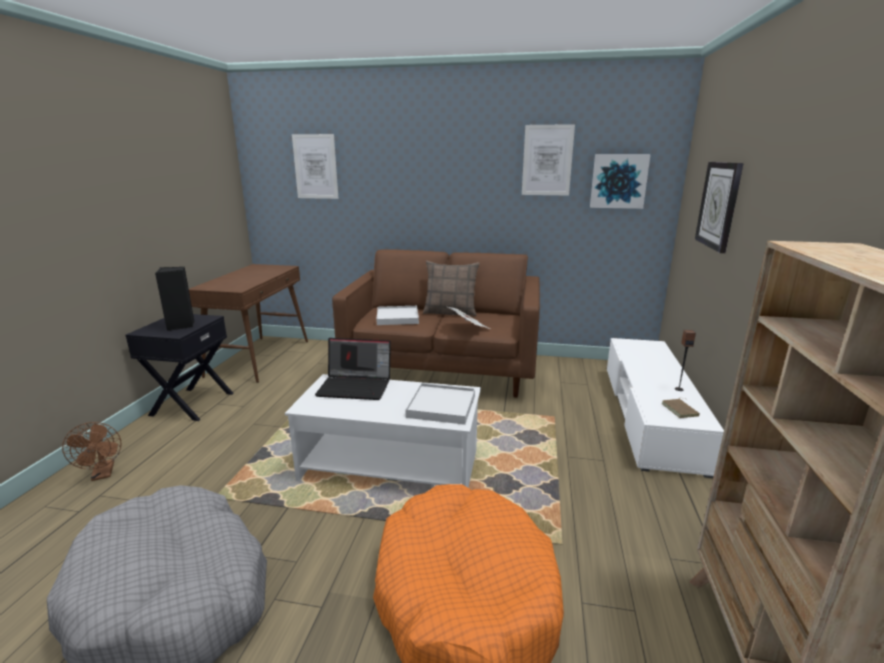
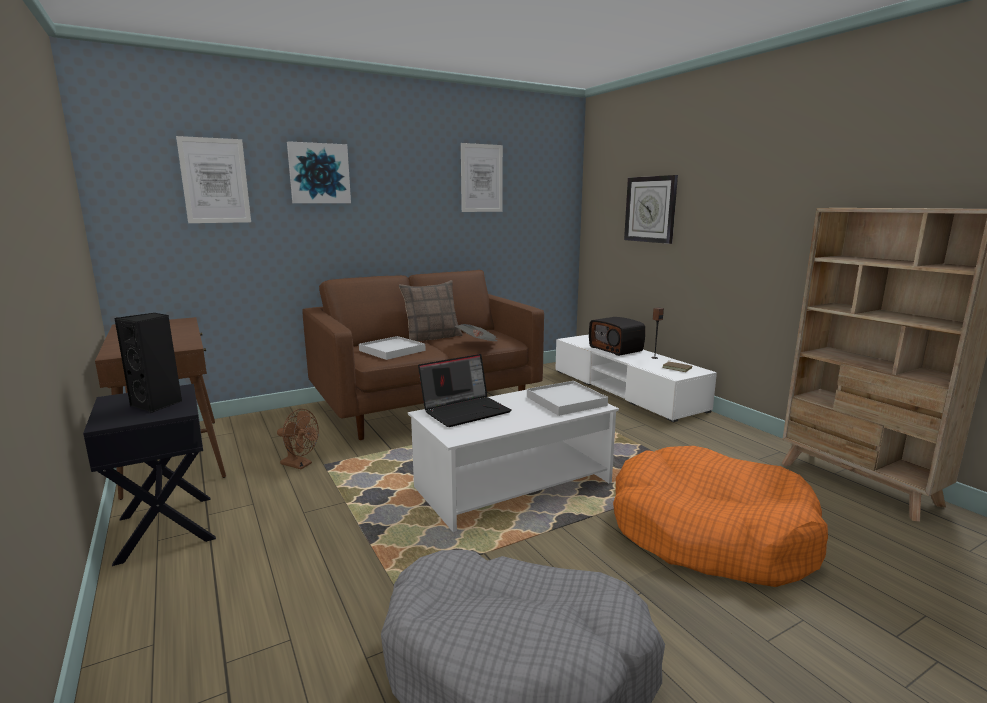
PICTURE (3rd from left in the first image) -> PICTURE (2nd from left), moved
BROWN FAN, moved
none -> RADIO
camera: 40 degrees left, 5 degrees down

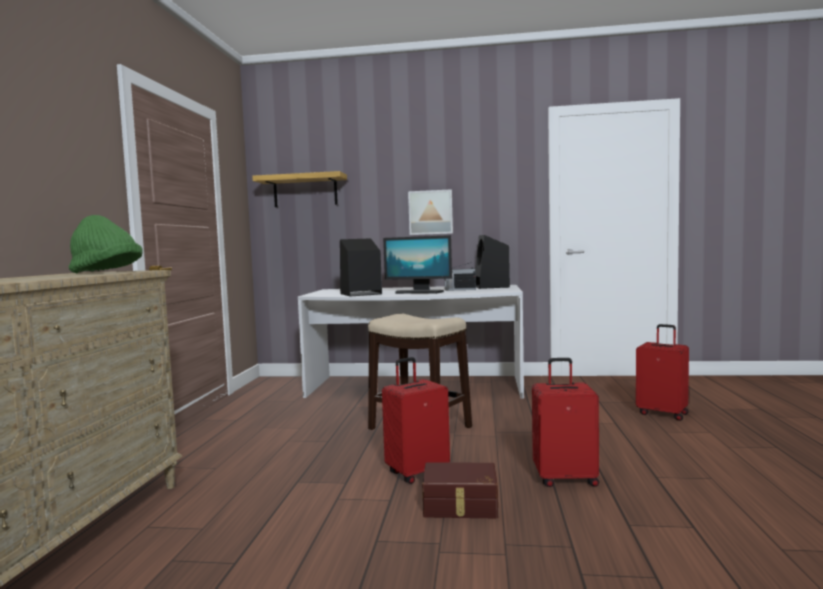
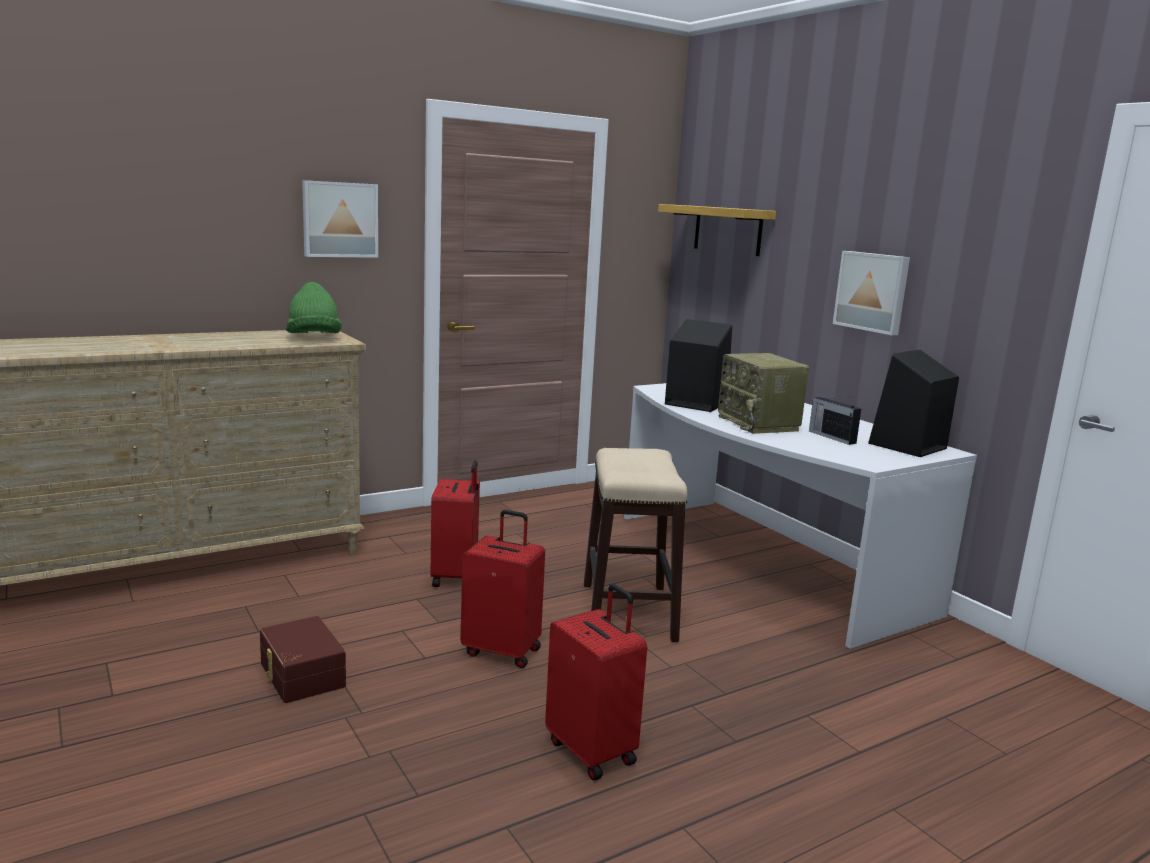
MONITOR -> RADIO (1st from left)
RED SUITCASE (3rd from left in the first image) -> RED SUITCASE (1st from left), moved
BROWN STORAGE BOX, moved
none -> PICTURE (1st from left)
camera: 50 degrees right, 10 degrees up

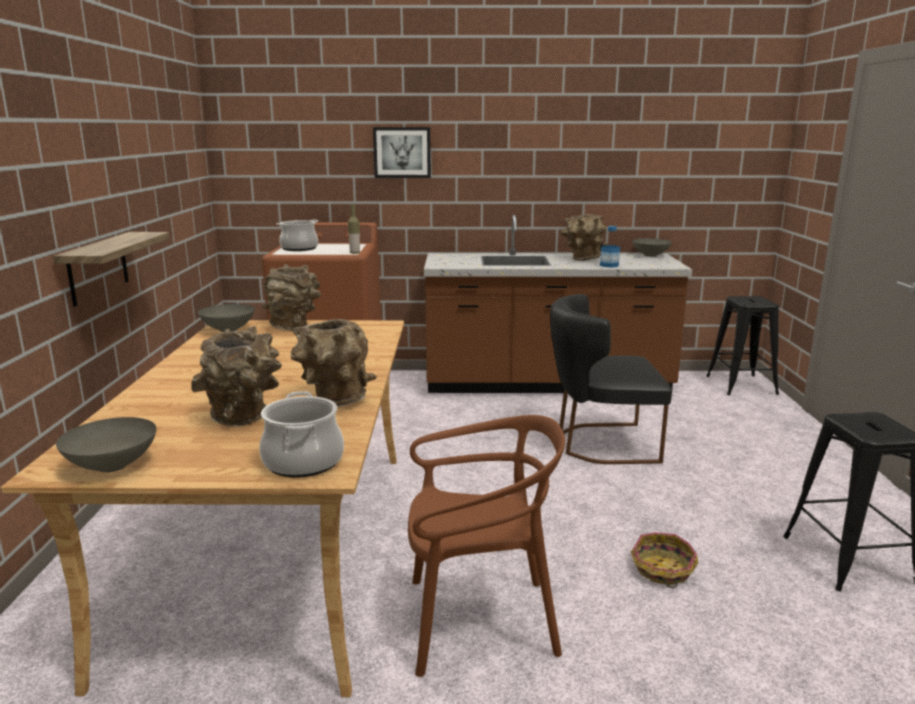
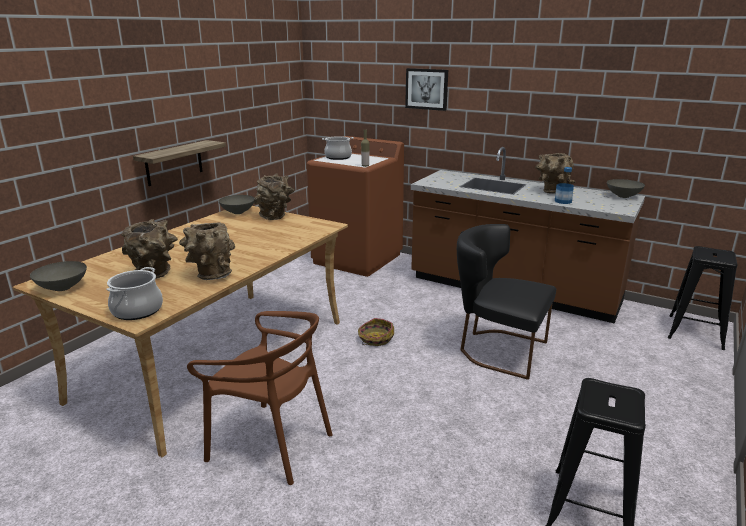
BASKET, moved
camera: 30 degrees right, 5 degrees up

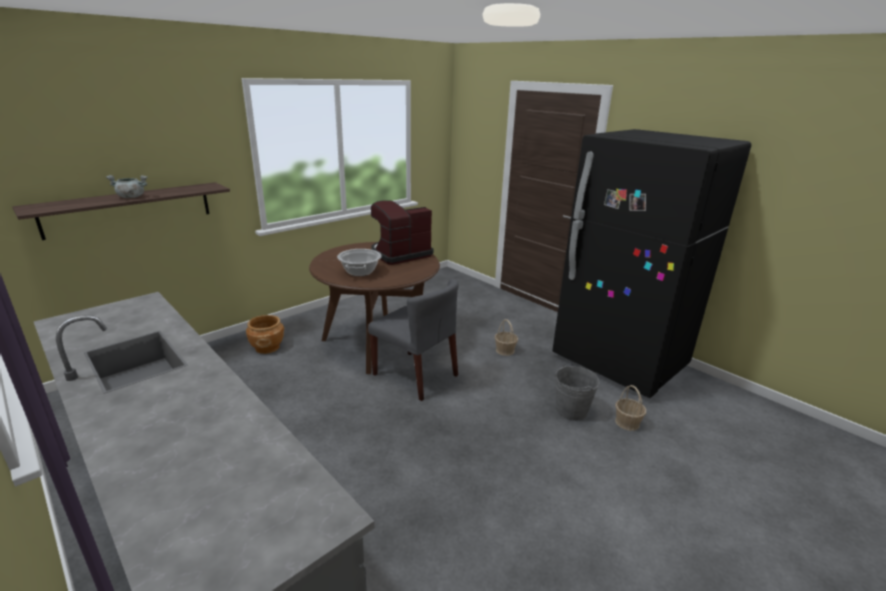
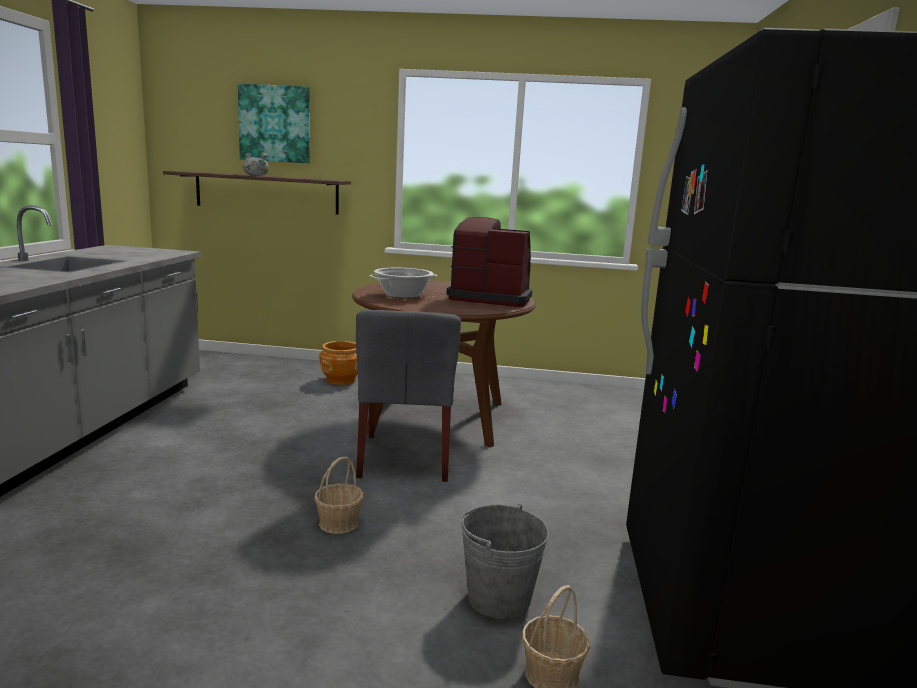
BASKET (1st from left), moved
none -> PICTURE
camera: 50 degrees right, 10 degrees down

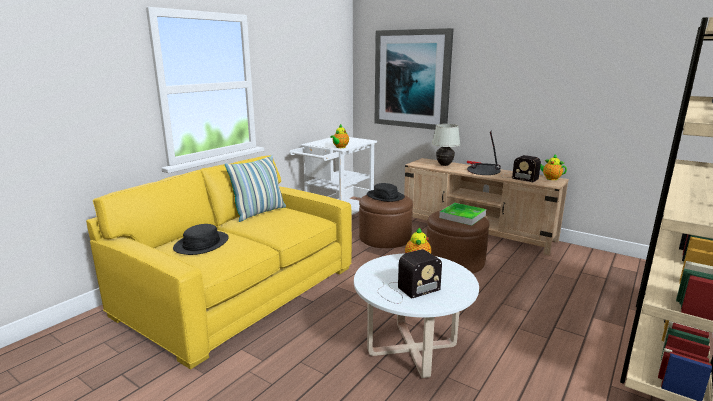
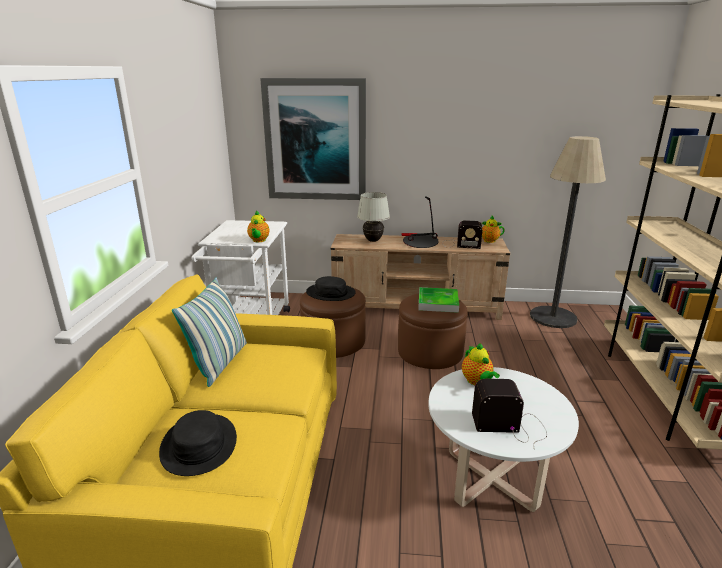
RADIO (1st from left in the first image) -> RADIO (2nd from left), 120 degrees counterclockwise
none -> FLOOR LAMP
camera: 30 degrees left, 5 degrees up

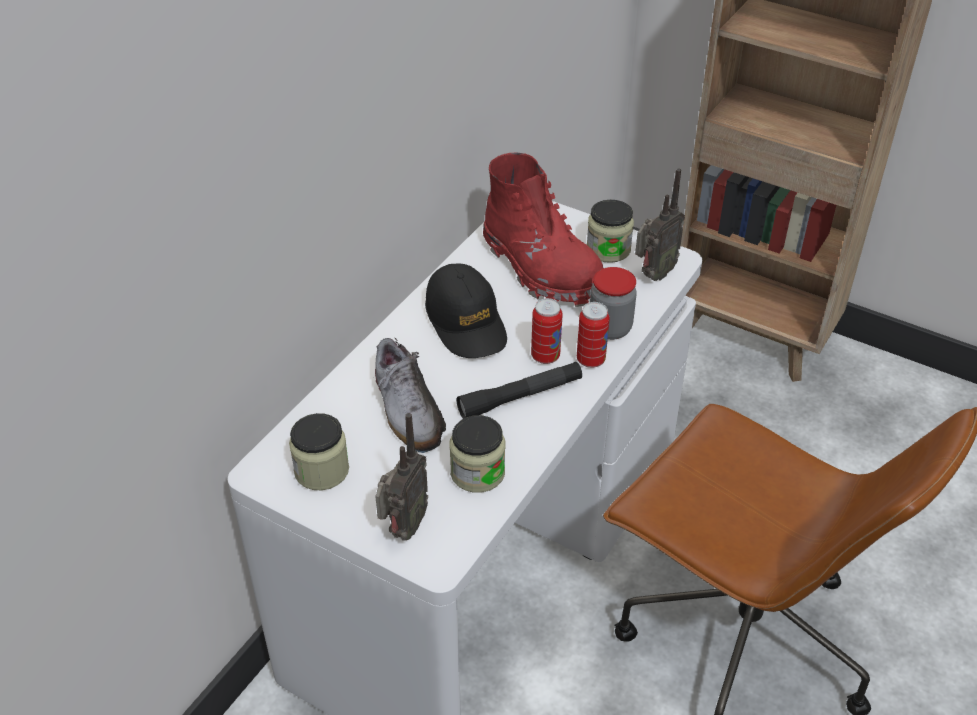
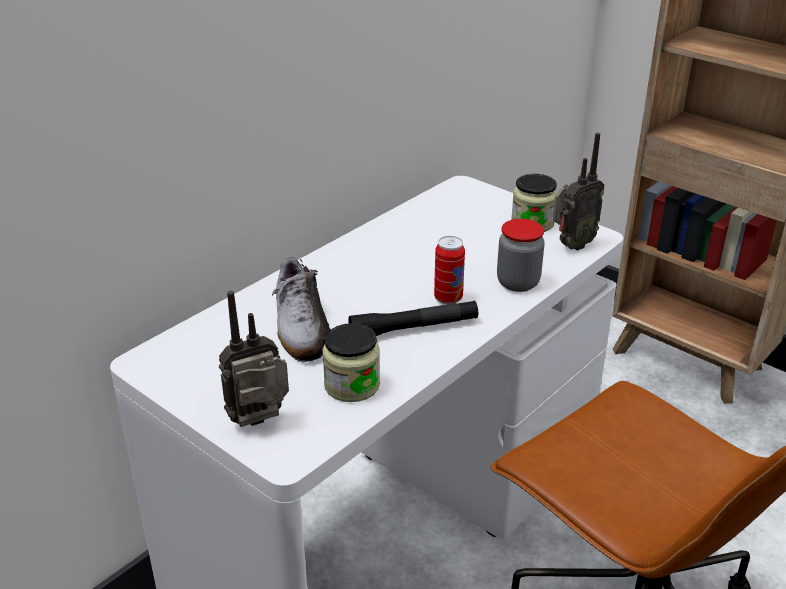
RED BOOT -> none
BLACK CAP -> none
CAN (2nd from left) -> none
JAR (1st from left) -> none
RADIO (1st from left), 150 degrees counterclockwise
camera: 10 degrees right, 10 degrees down

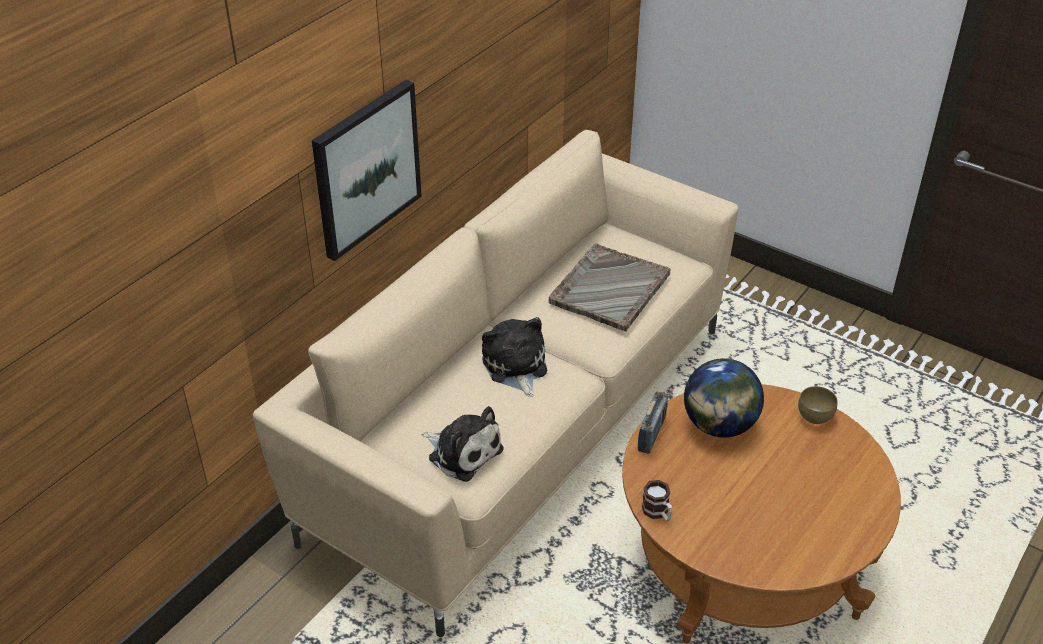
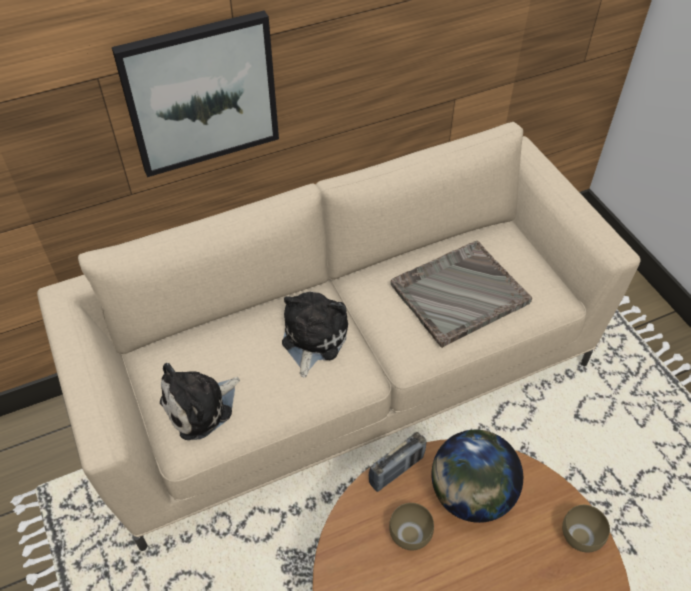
PLUSH TOY (1st from left), 75 degrees clockwise
MUG -> none
none -> BROWN BOWL (1st from left)
camera: 30 degrees right, 10 degrees up

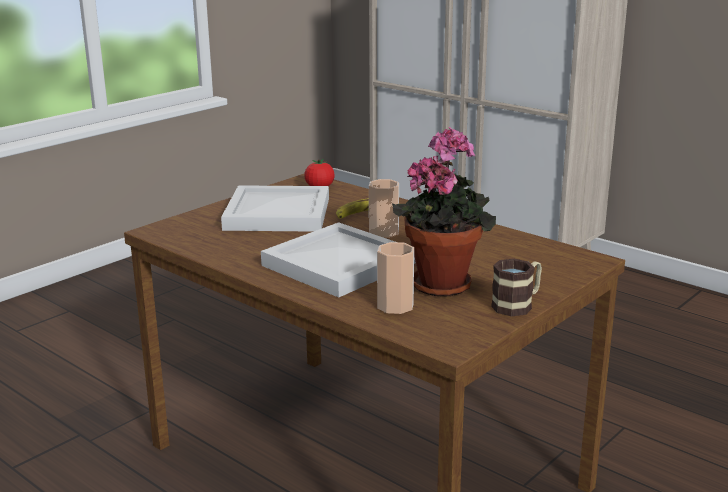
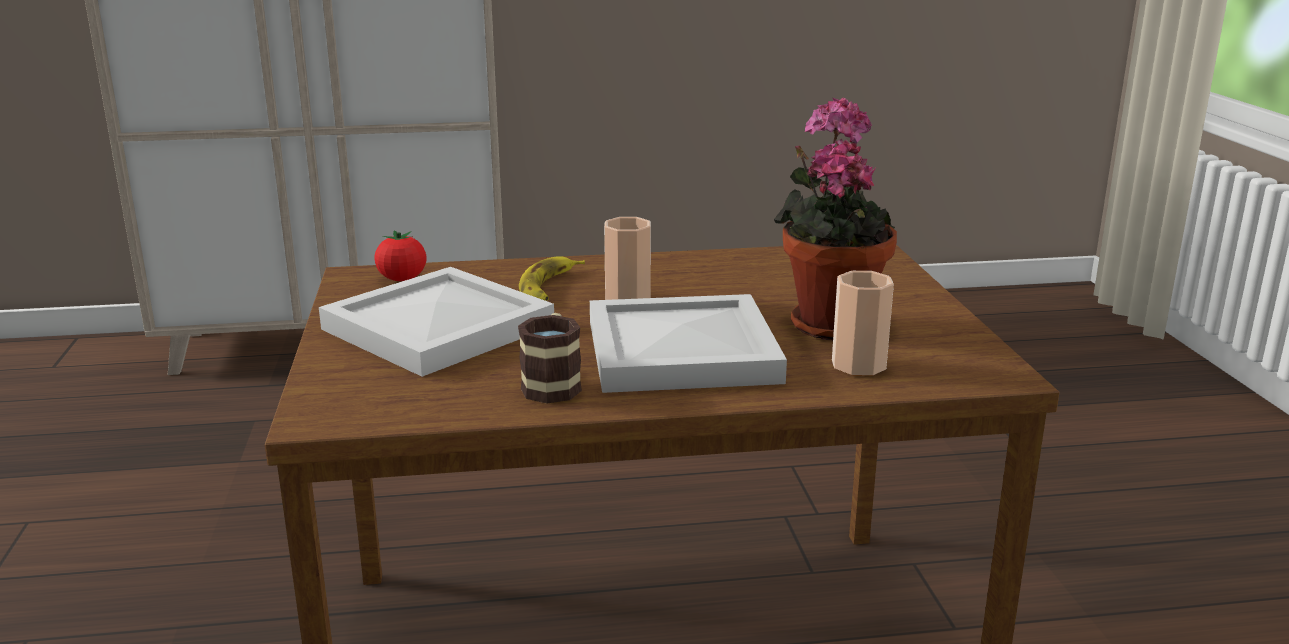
MUG, moved
camera: 50 degrees left, 0 degrees up

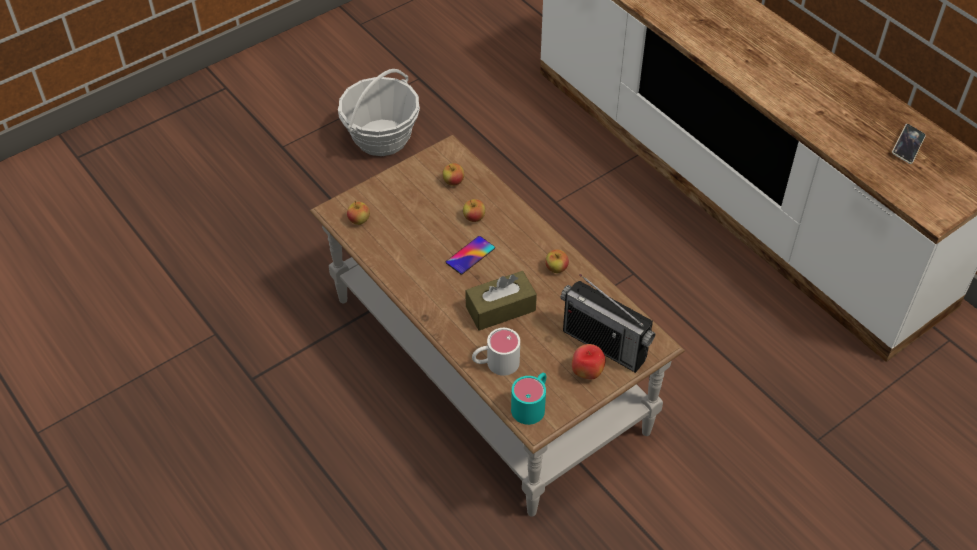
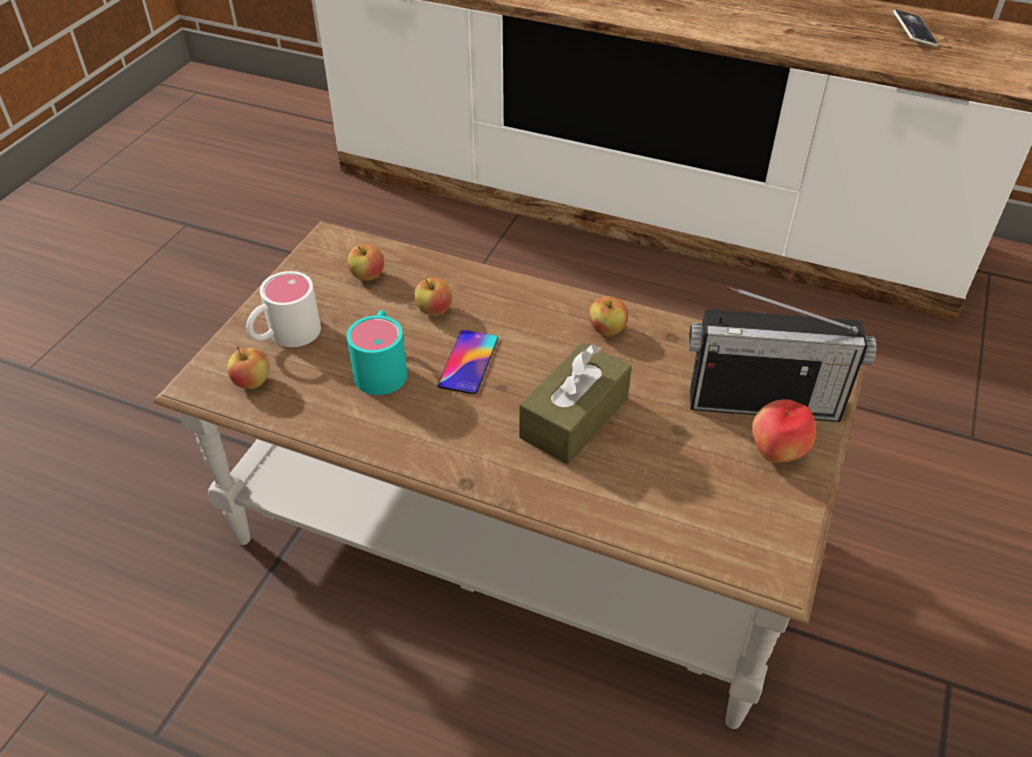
BASKET -> none
WHITE MUG, moved
TURQUOISE MUG, moved
camera: 30 degrees left, 5 degrees down

